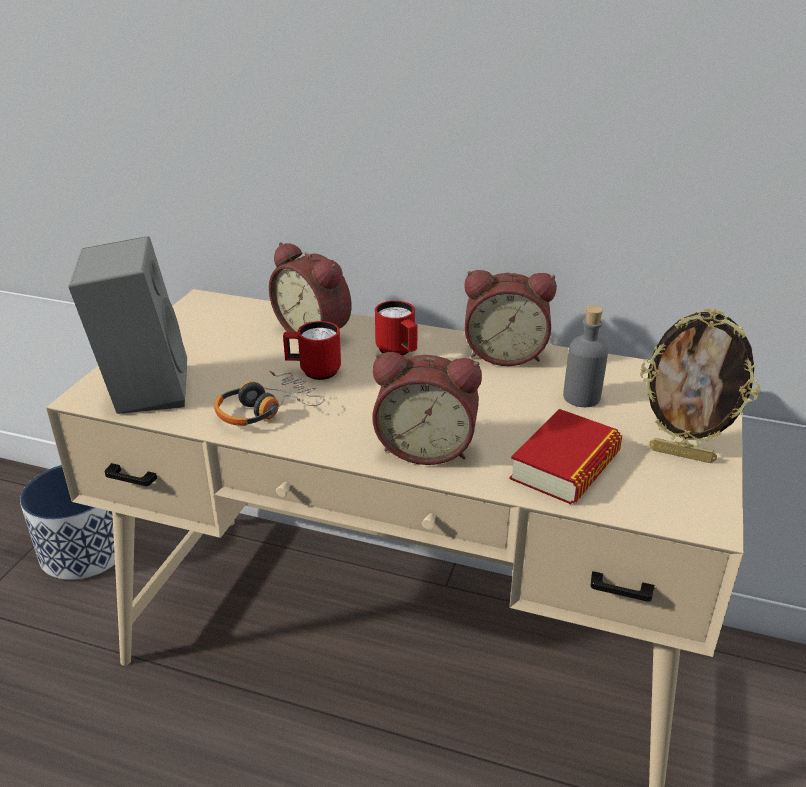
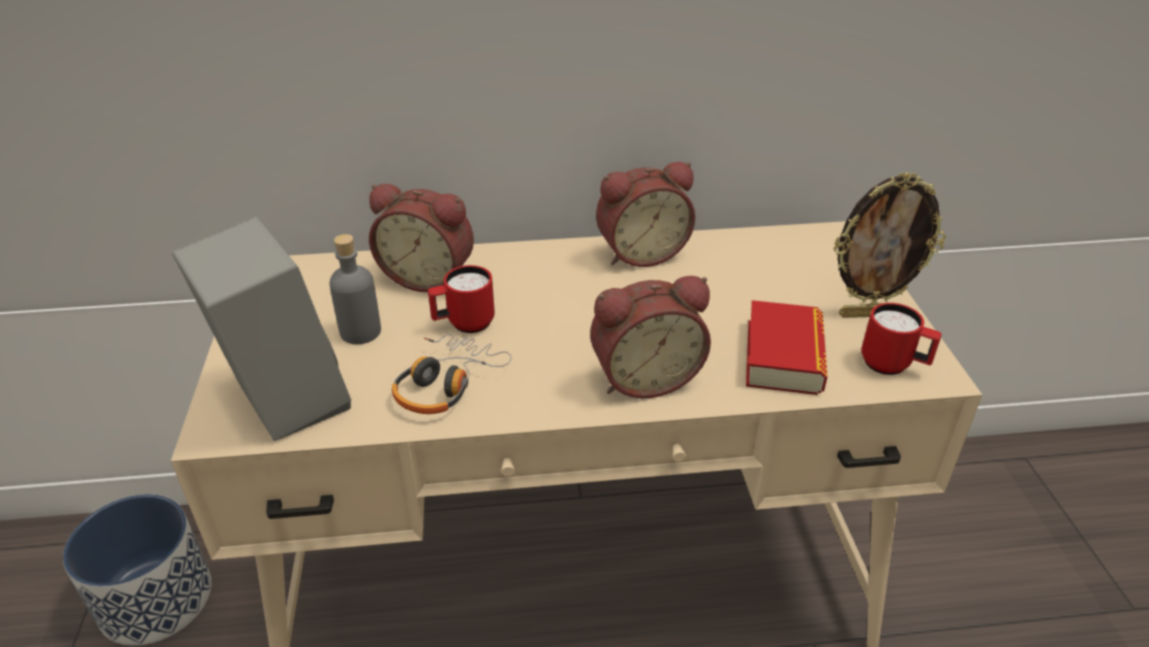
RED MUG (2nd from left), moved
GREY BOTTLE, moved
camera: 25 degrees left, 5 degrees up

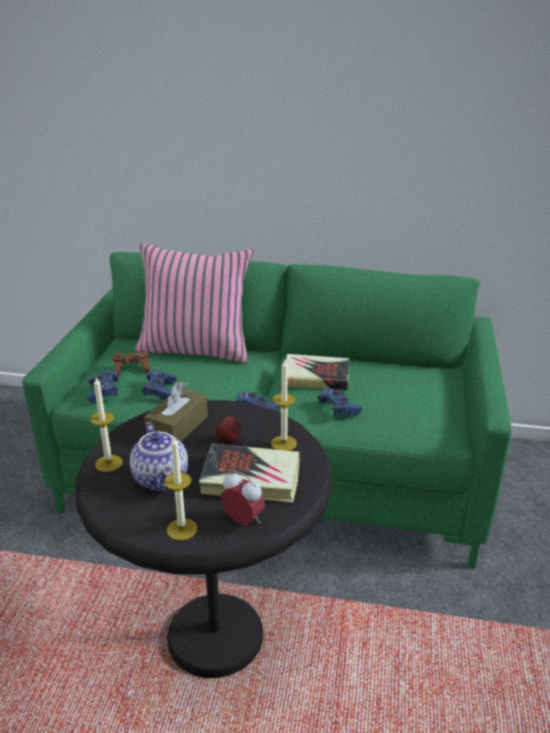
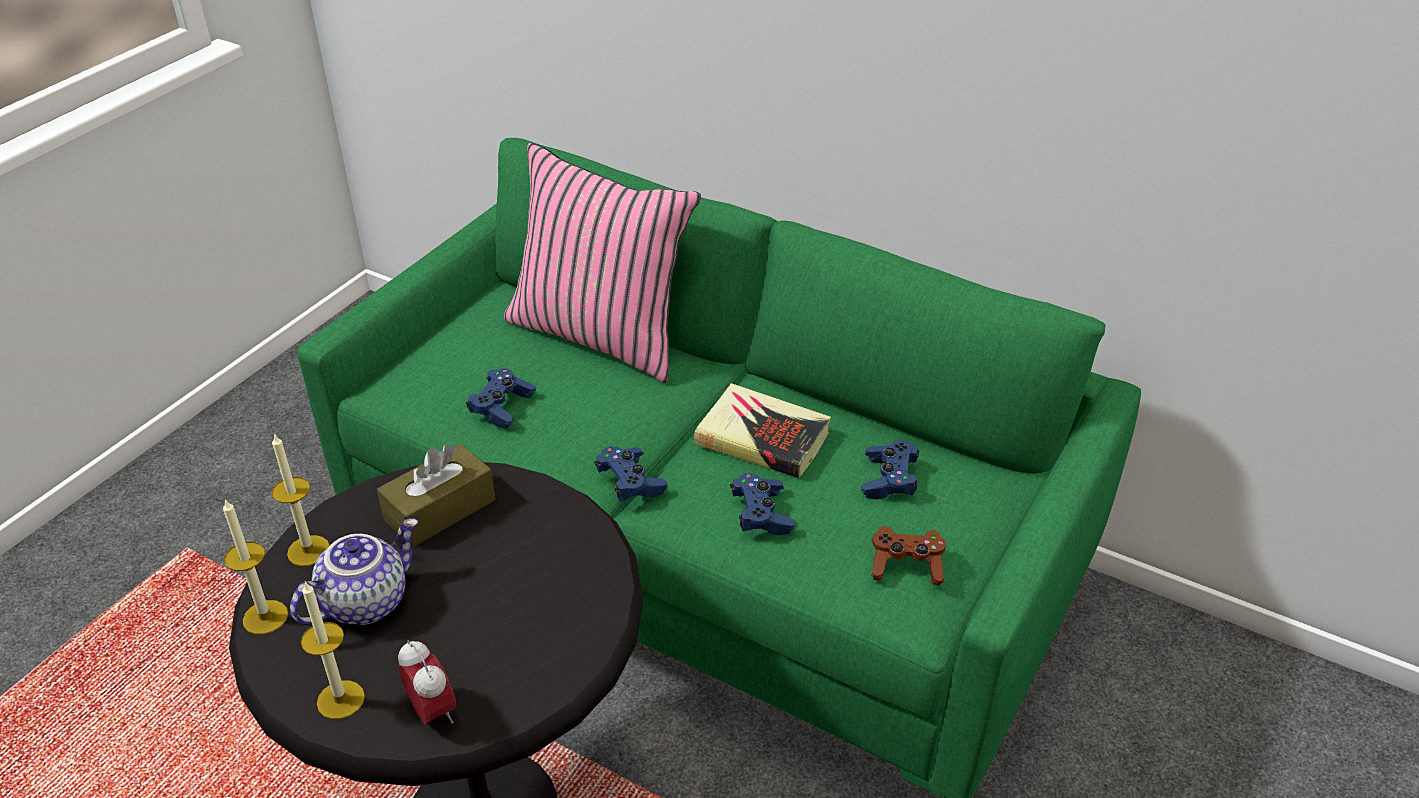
BROWN GAME CONTROLLER, moved
CANDLE (3rd from left in the first image) -> CANDLE (1st from left), moved
BLUE GAME CONTROLLER (1st from left in the first image) -> BLUE GAME CONTROLLER (4th from left), moved
APPLE -> none
TEAPOT, 135 degrees counterclockwise
BOOK (1st from left) -> none
camera: 20 degrees right, 10 degrees up

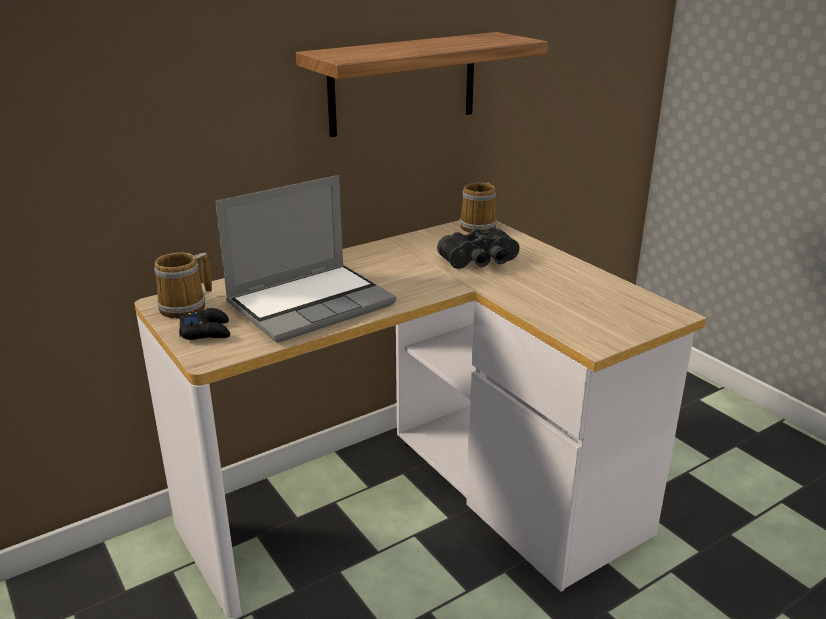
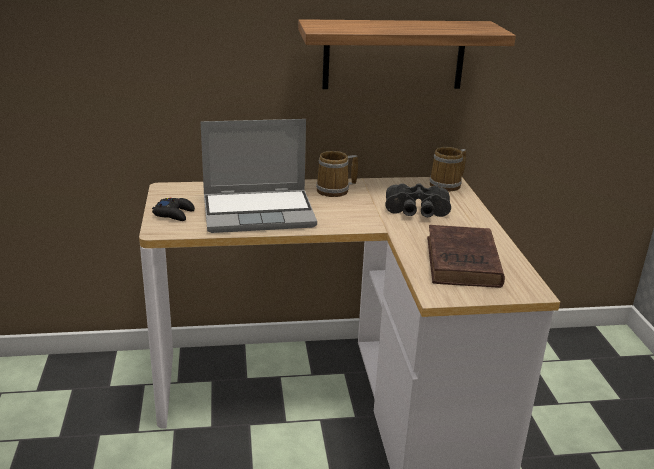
MUG (1st from left), moved
none -> BROWN BOOK
camera: 25 degrees right, 0 degrees up

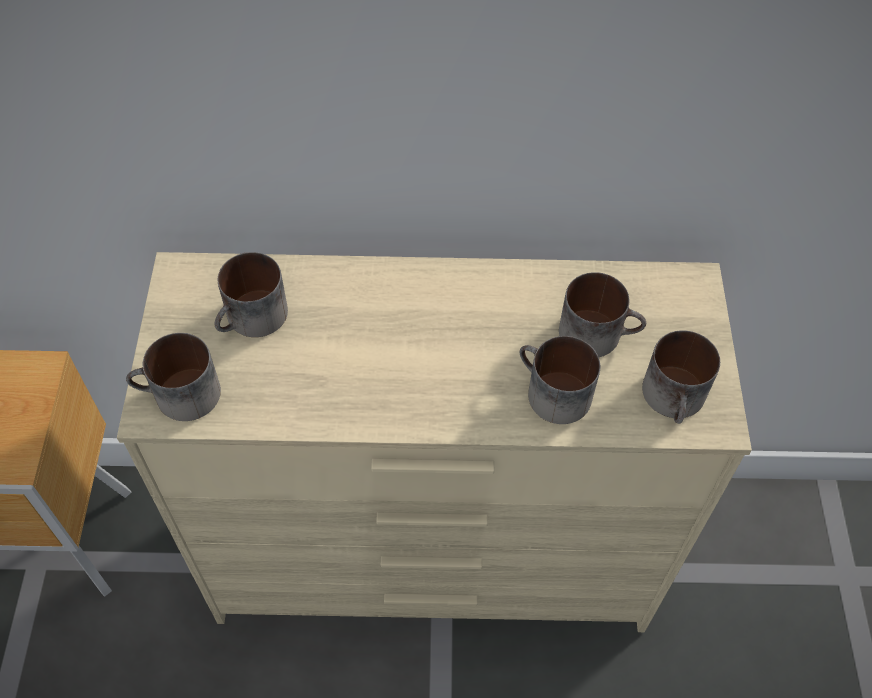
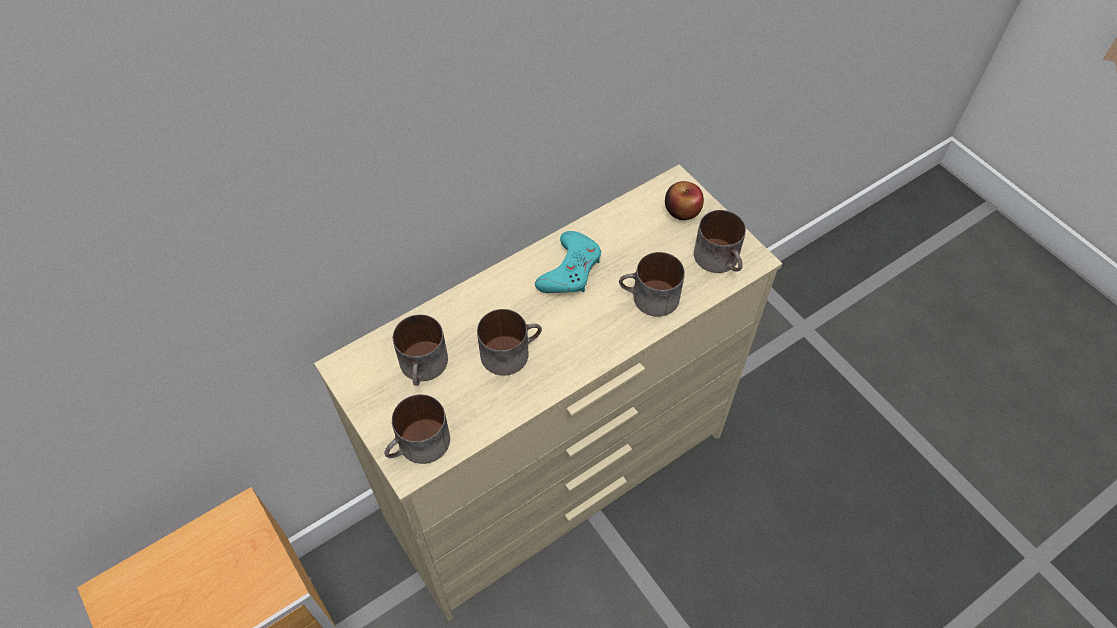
MUG (4th from left in the first image) -> MUG (3rd from left), moved
none -> APPLE
none -> TURQUOISE GAME CONTROLLER
camera: 35 degrees left, 0 degrees up

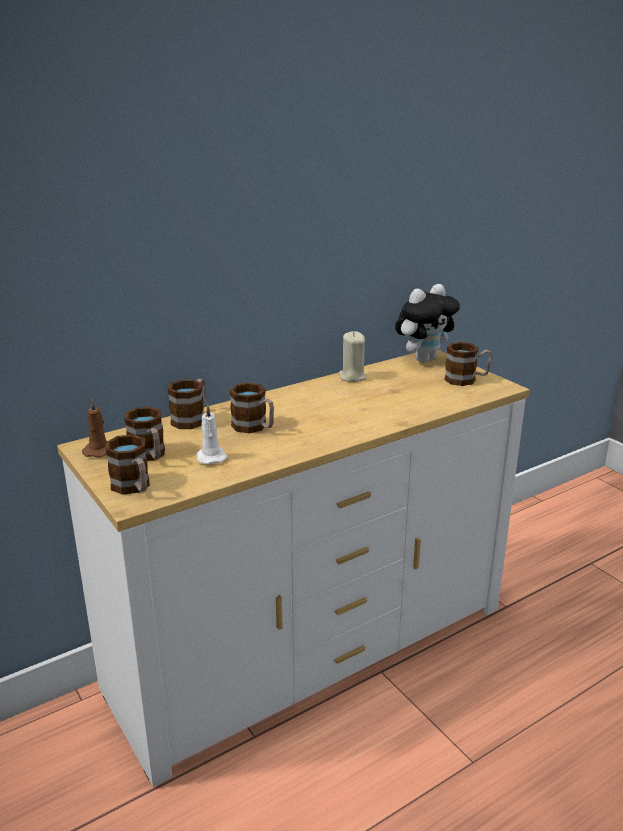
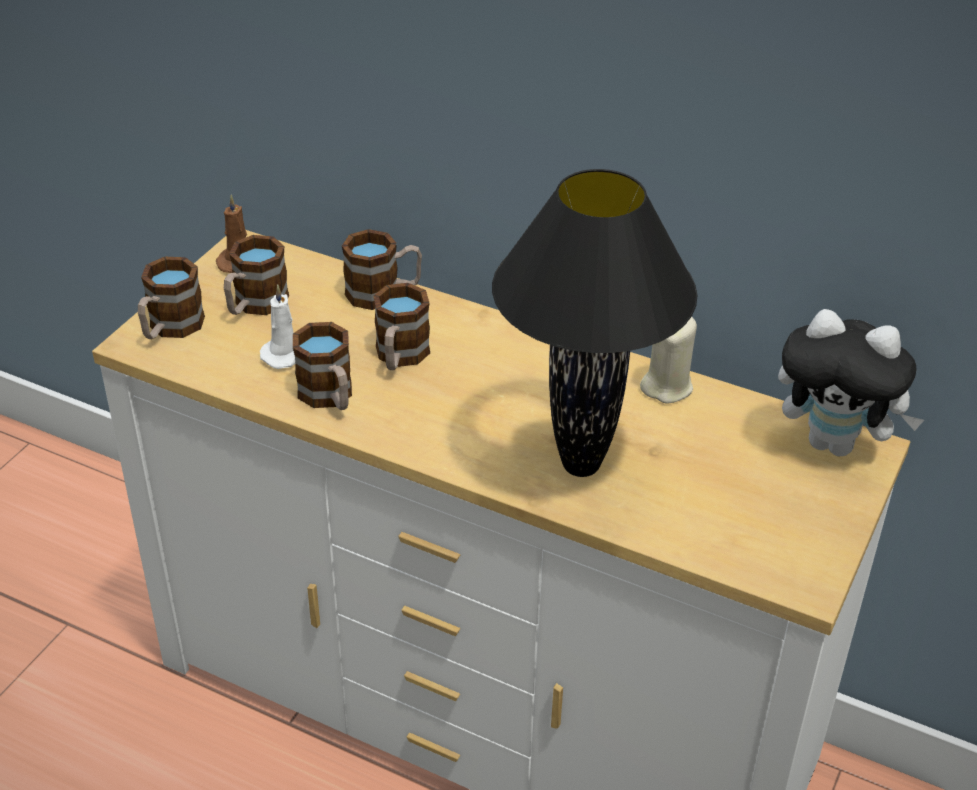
MUG (5th from left in the first image) -> MUG (3rd from left), moved
none -> BLACK TABLE LAMP
camera: 60 degrees right, 15 degrees up

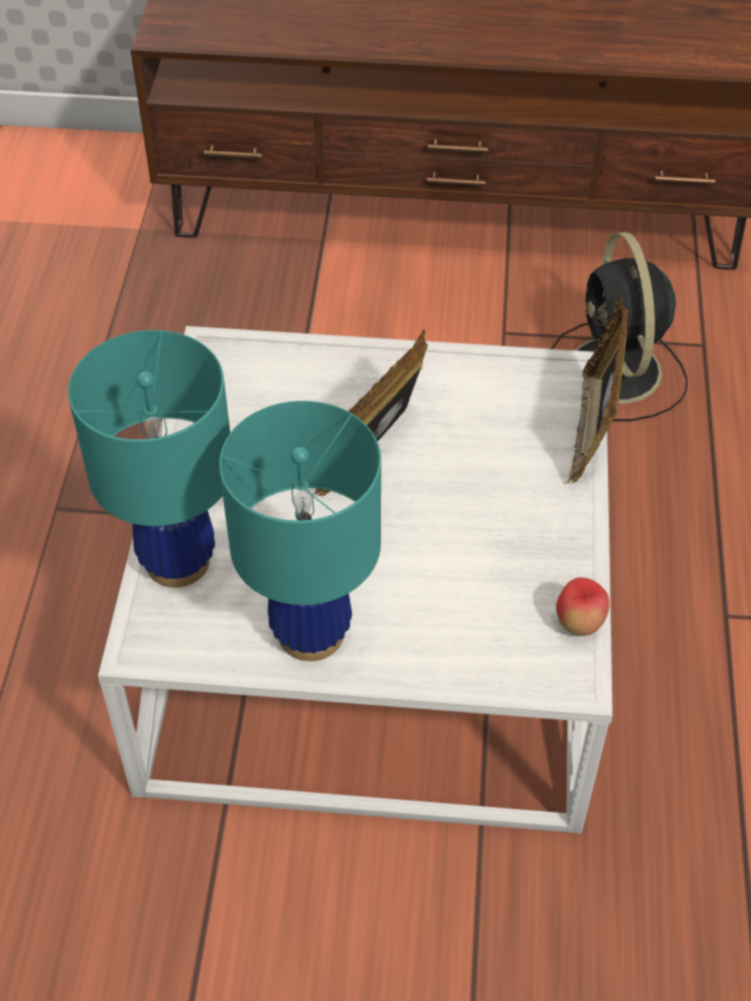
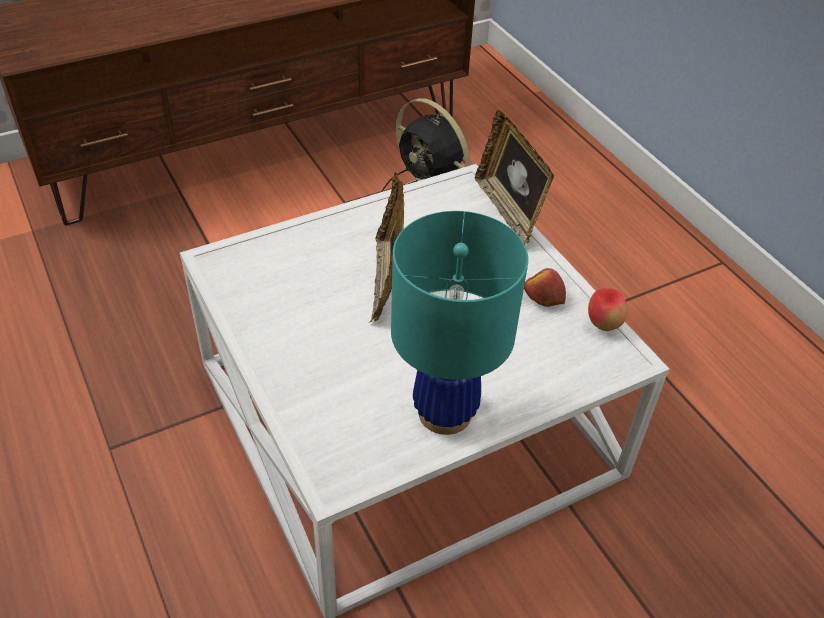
TURQUOISE TABLE LAMP (1st from left) -> none
none -> APPLE (1st from left)
camera: 35 degrees left, 5 degrees down

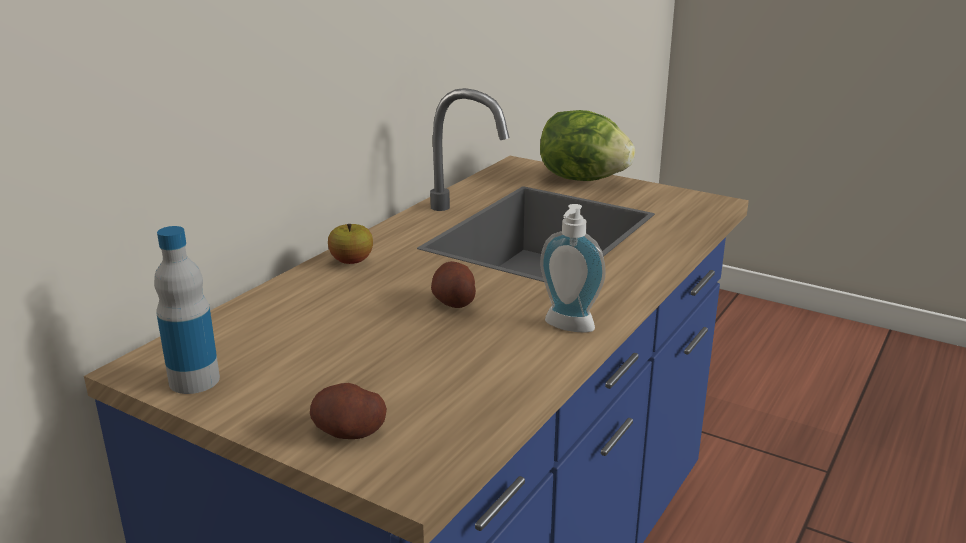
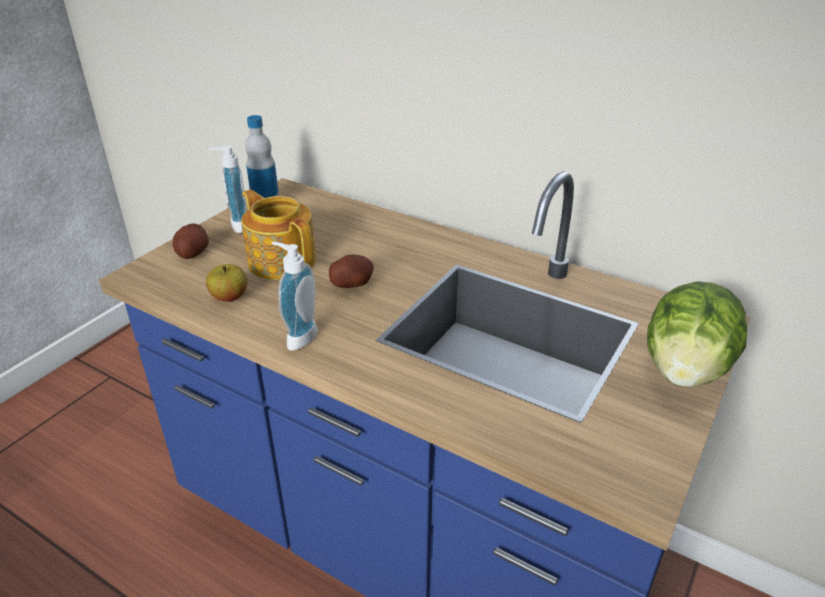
APPLE, moved
none -> SOAP DISPENSER (1st from left)
none -> TEAPOT
camera: 90 degrees right, 10 degrees up

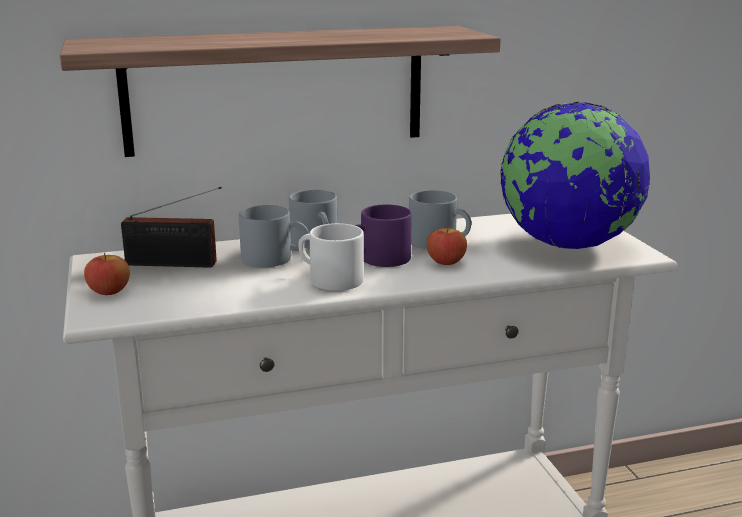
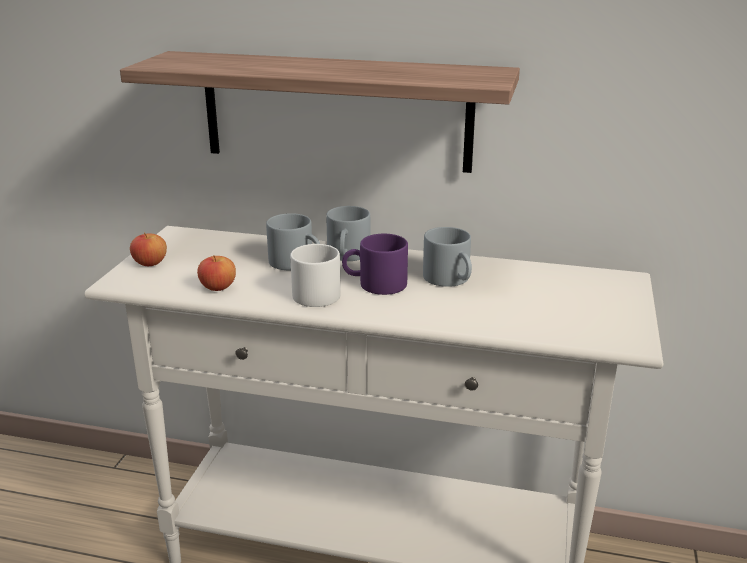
GLOBE -> none
RADIO -> none
APPLE (2nd from left), moved
camera: 30 degrees right, 5 degrees up

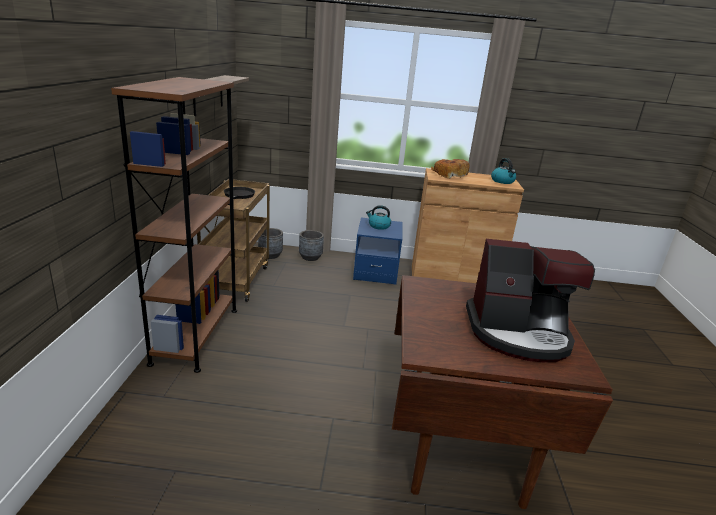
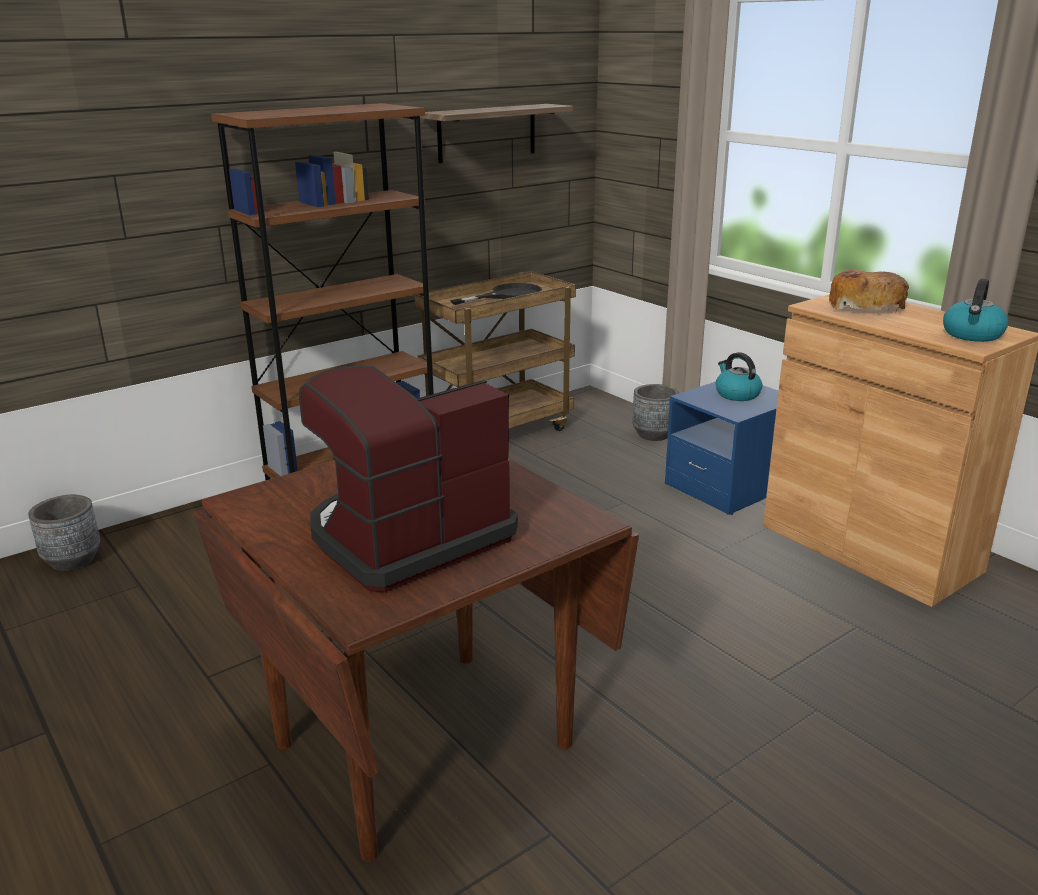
GREY PLANTER (1st from left), moved
COFFEE MACHINE, 90 degrees clockwise
camera: 50 degrees right, 0 degrees up

